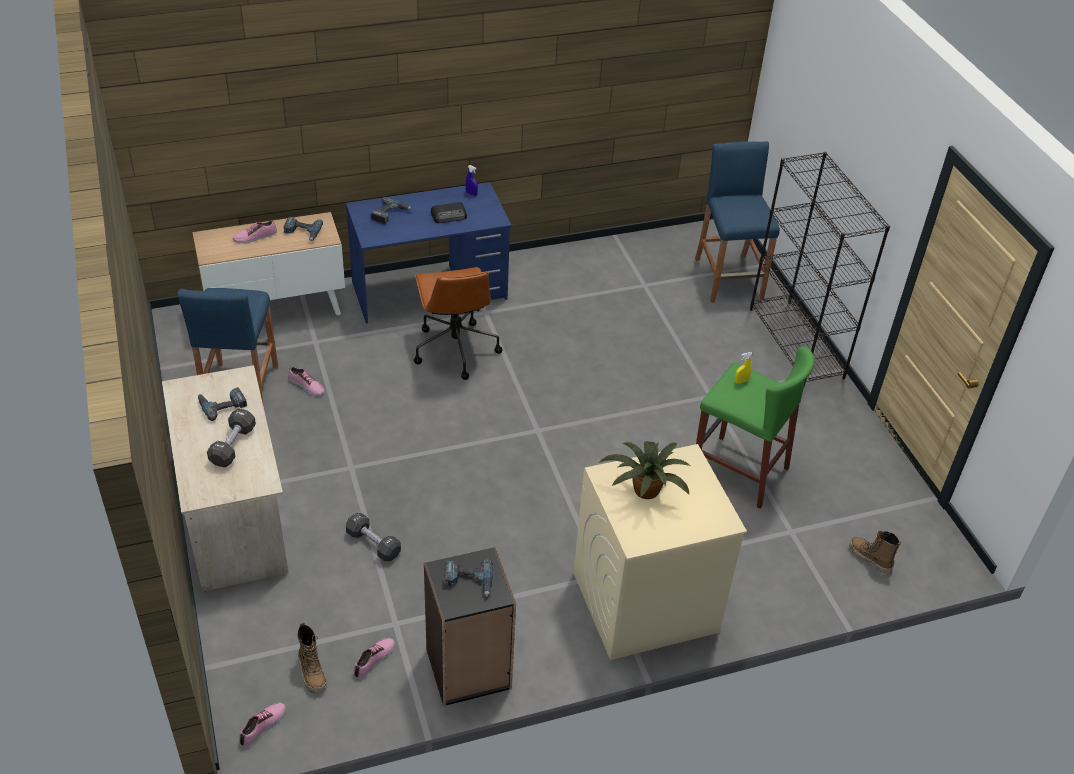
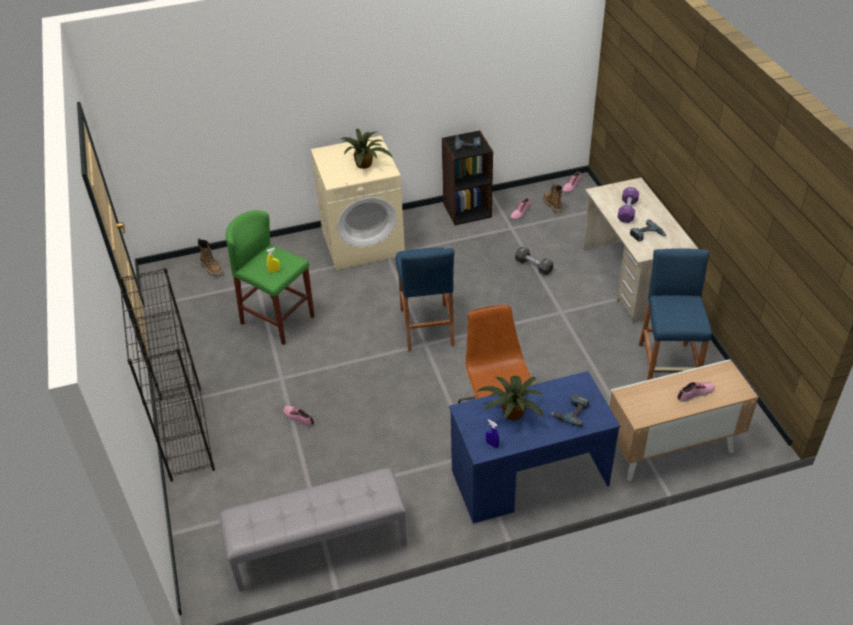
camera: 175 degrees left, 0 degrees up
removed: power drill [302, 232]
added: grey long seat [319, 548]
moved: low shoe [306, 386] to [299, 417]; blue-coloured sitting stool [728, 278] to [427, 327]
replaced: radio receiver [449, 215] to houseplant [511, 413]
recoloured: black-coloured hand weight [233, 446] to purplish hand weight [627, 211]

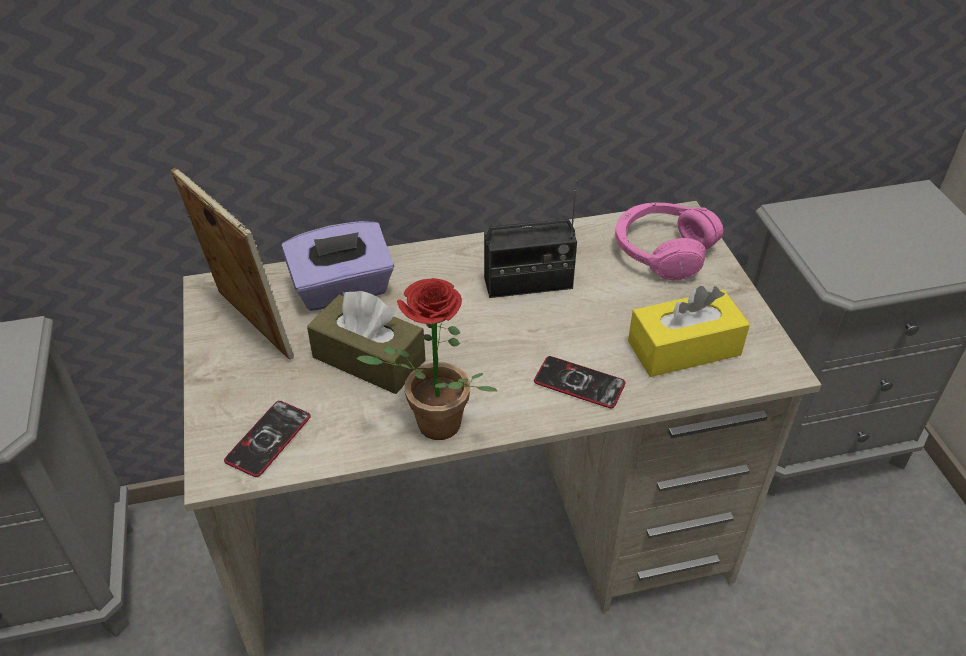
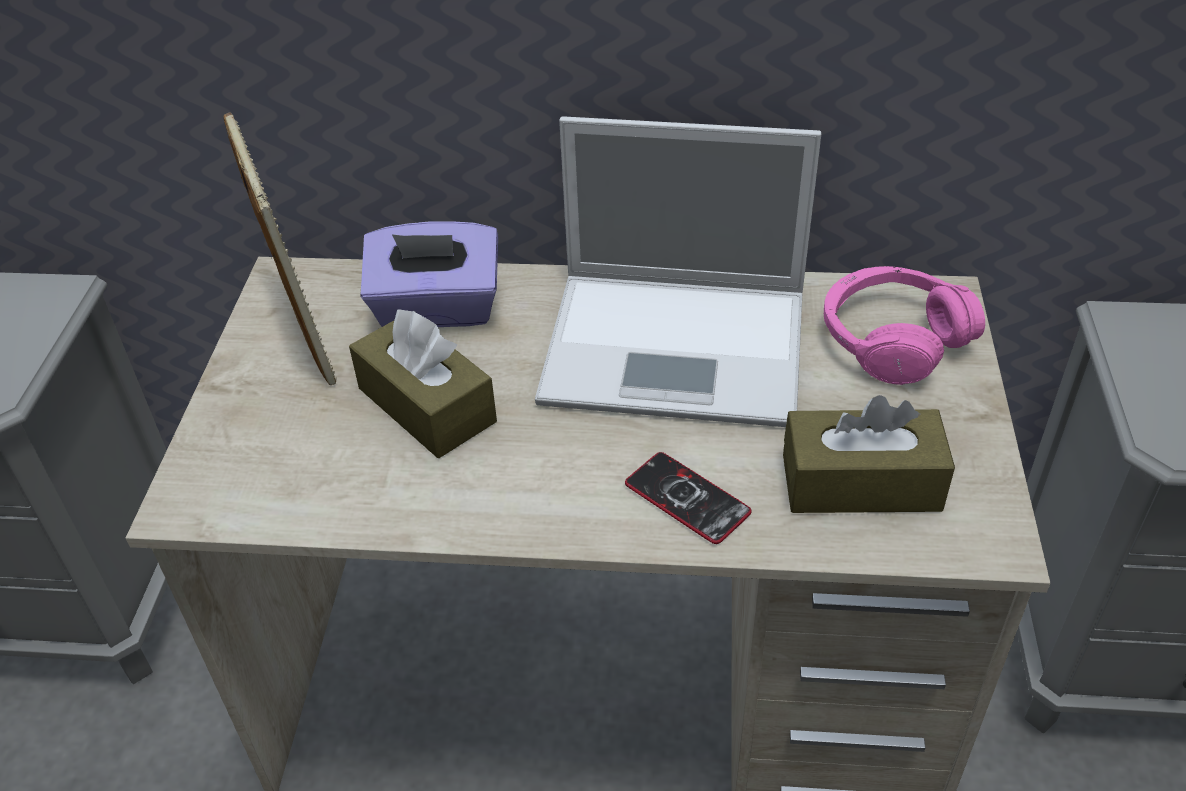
camera: 20 degrees right, 0 degrees up
removed: telephone [268, 439]; houseplant [431, 428]
replaced: radio receiver [528, 283] to portable computer [680, 348]
recoloured: yellow-coloured box of tissues [684, 348] to brown-coloured box of tissues [860, 483]

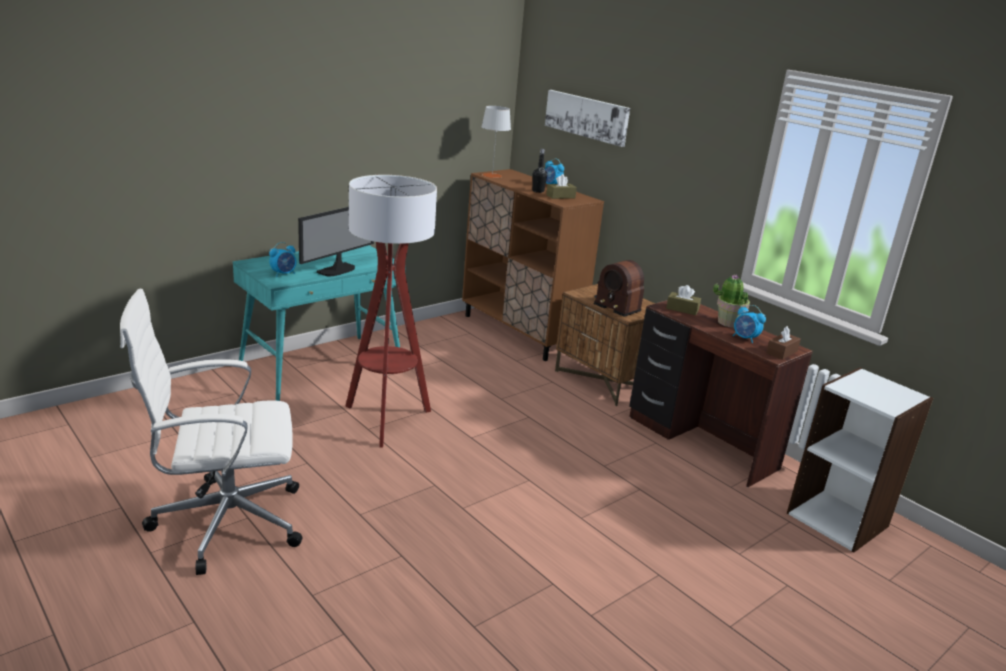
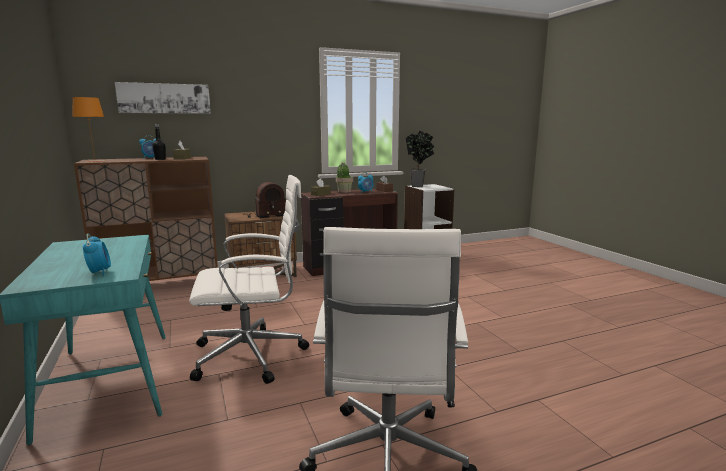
camera: 70 degrees left, 10 degrees down
removed: computer screen [337, 270]
added: houseplant [419, 186]
replaced: standing lamp [386, 420] to whitish computer chair [253, 355]
recoloured: grey tabletop lamp [492, 175] to orange tabletop lamp [95, 161]

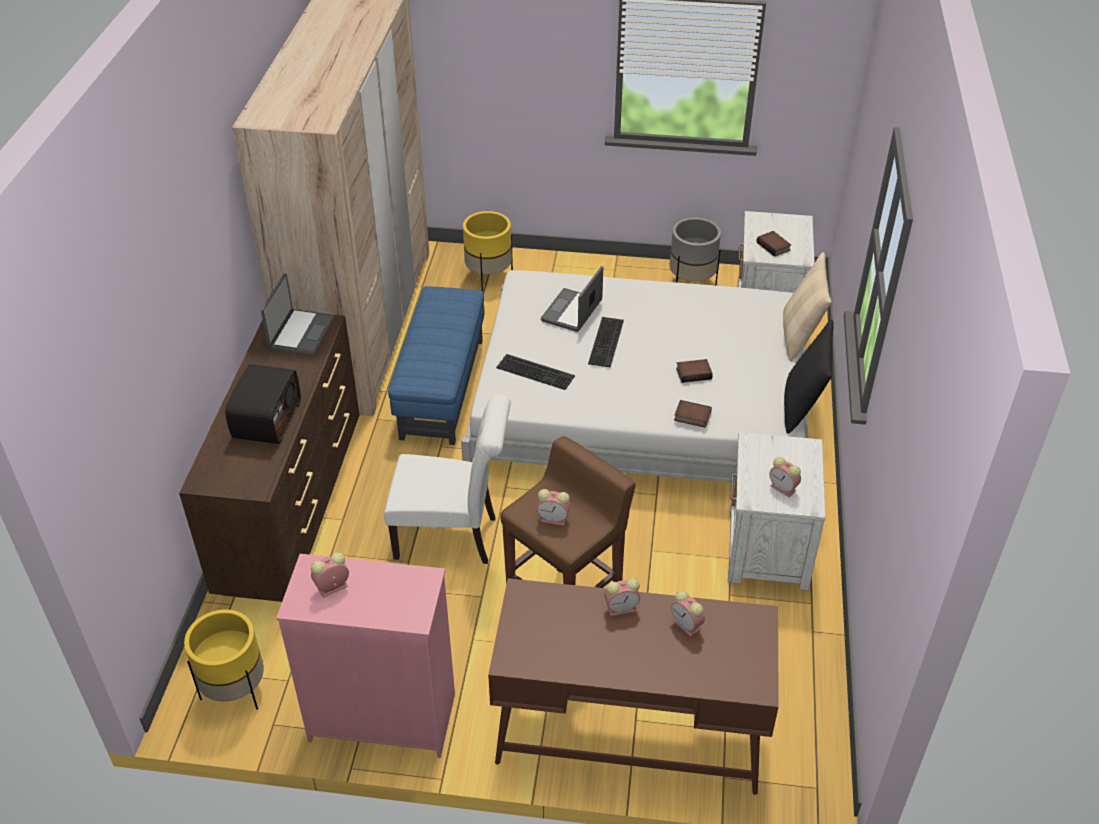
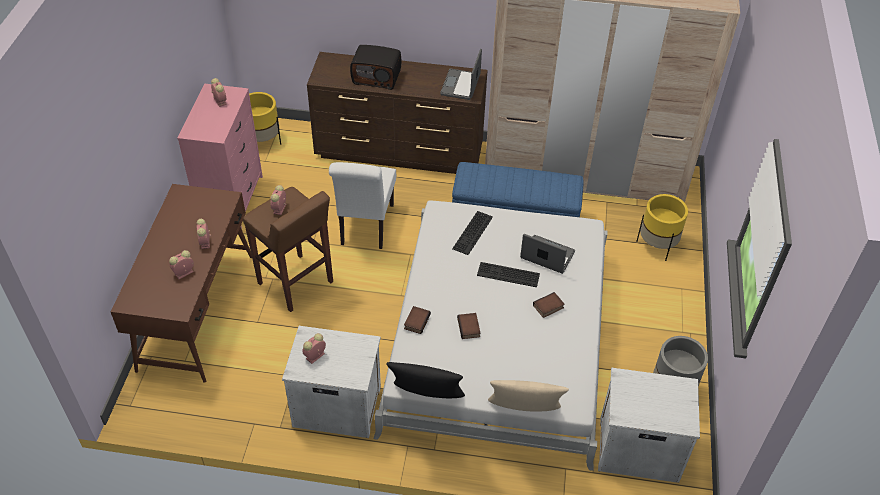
camera: 90 degrees right, 5 degrees up
moved: bound book [774, 246] to [548, 307]
turned: portable computer [300, 333] = [461, 85] 90 degrees clockwise

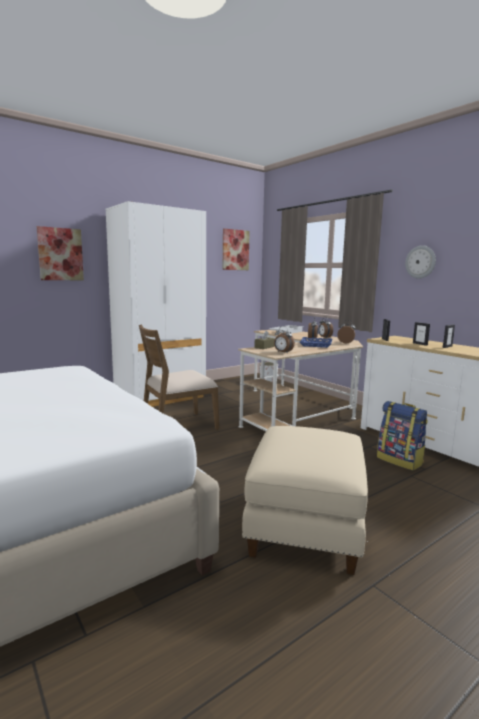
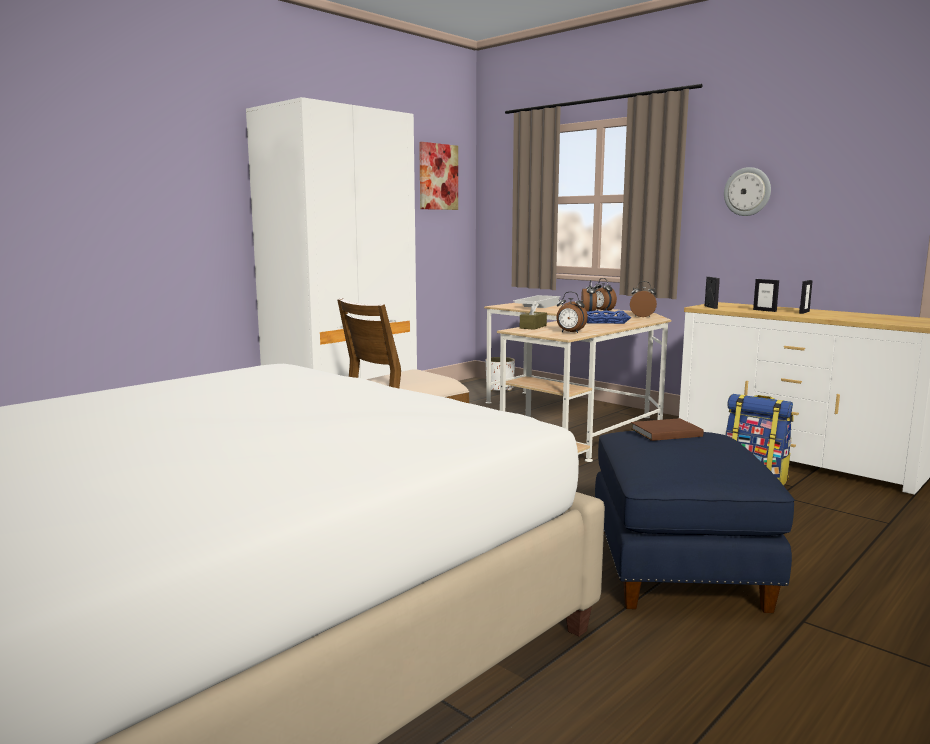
camera: 10 degrees left, 0 degrees up
removed: wall picture [60, 254]
added: brown-coloured bound book [664, 432]
recoloured: beige ottoman [306, 526] to blue-coloured ottoman [679, 567]

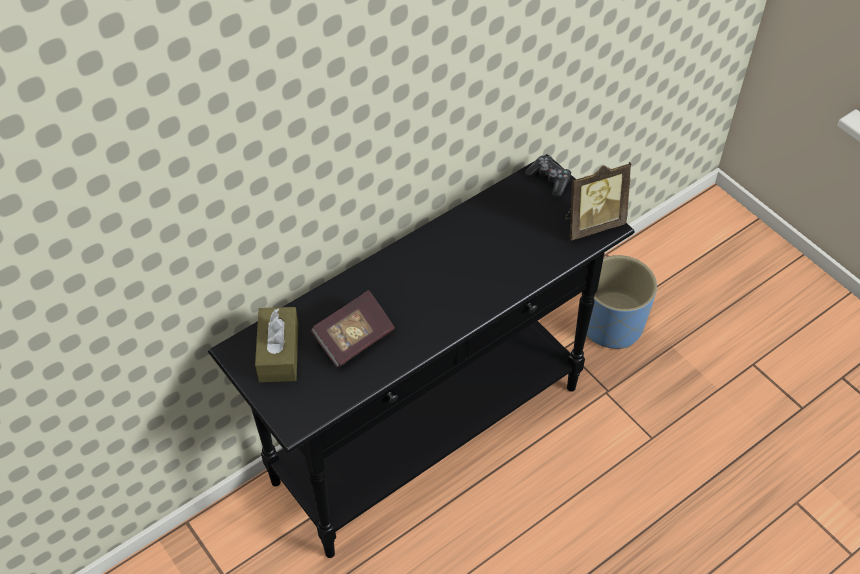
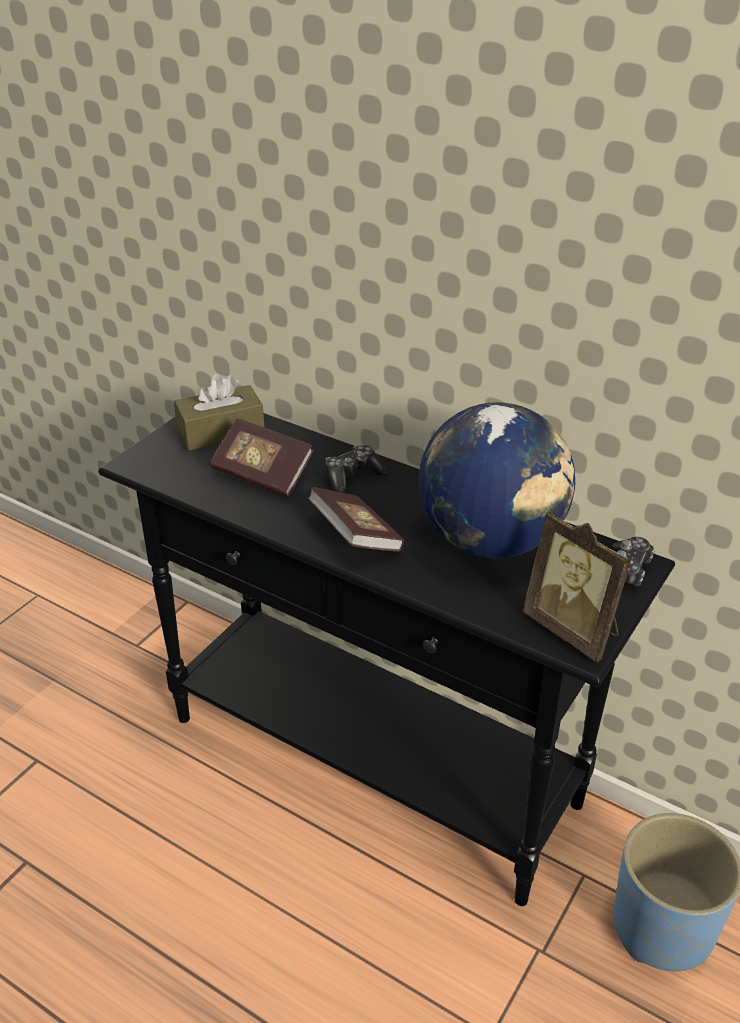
camera: 70 degrees right, 15 degrees down
added: bound book [355, 536]; game controller [352, 476]; desk globe [491, 540]

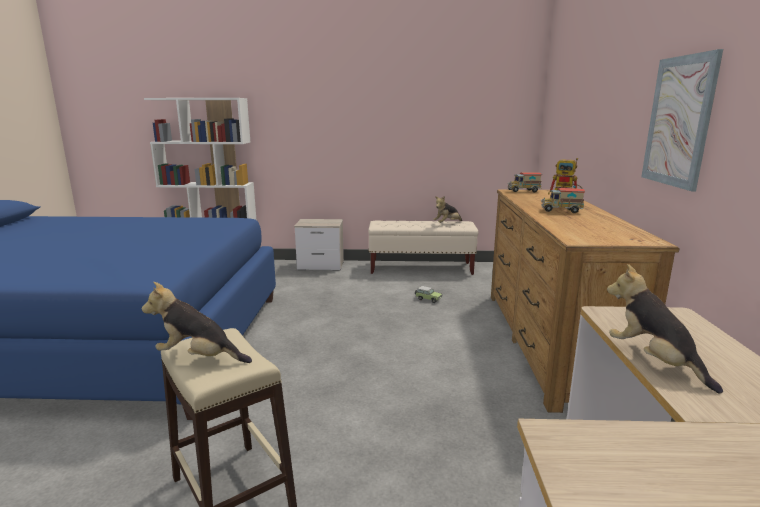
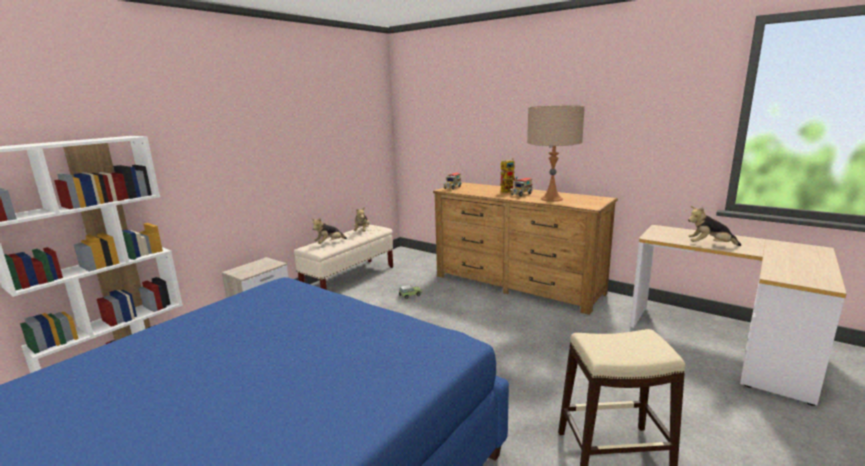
camera: 55 degrees left, 0 degrees up
removed: wall picture [678, 121]
added: beige tabletop lamp [551, 199]
moved: cuddly toy [199, 358] to [329, 243]

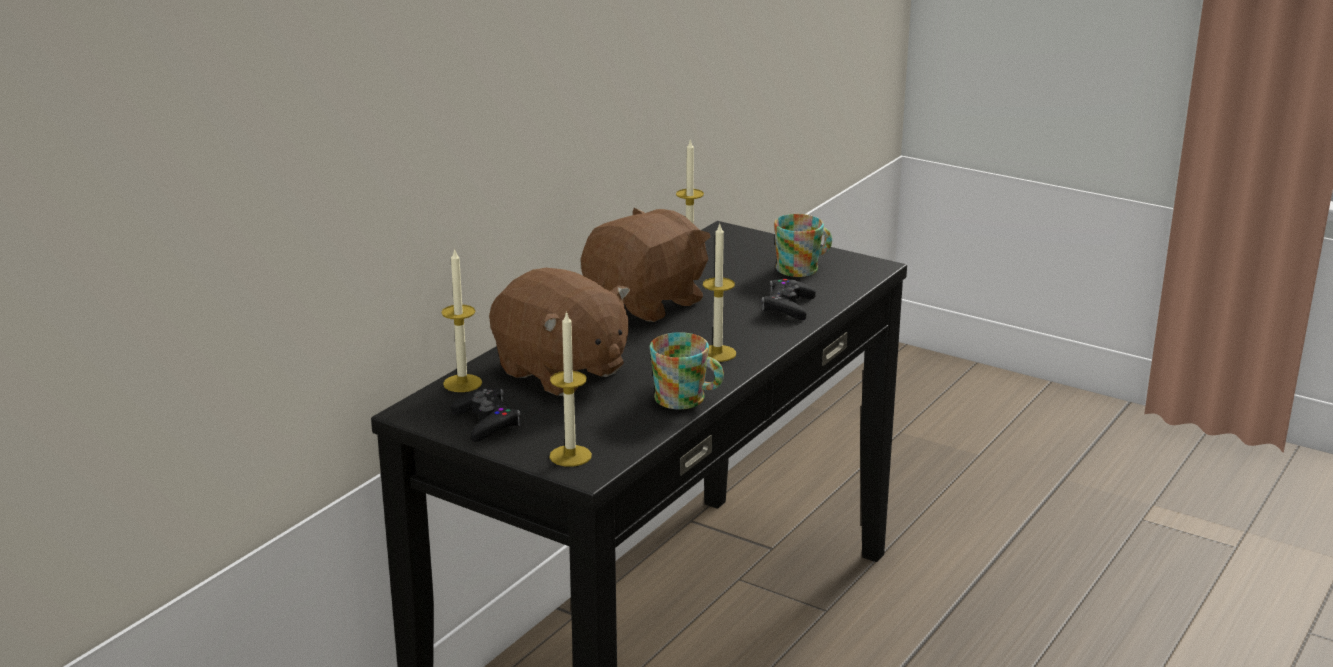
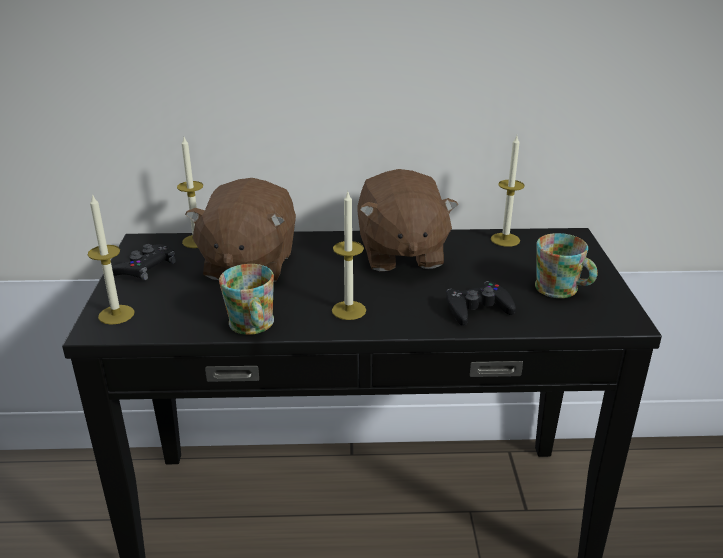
camera: 55 degrees right, 5 degrees up
turned: brown-coloured cuddly toy [647, 303] = [400, 254] 75 degrees clockwise

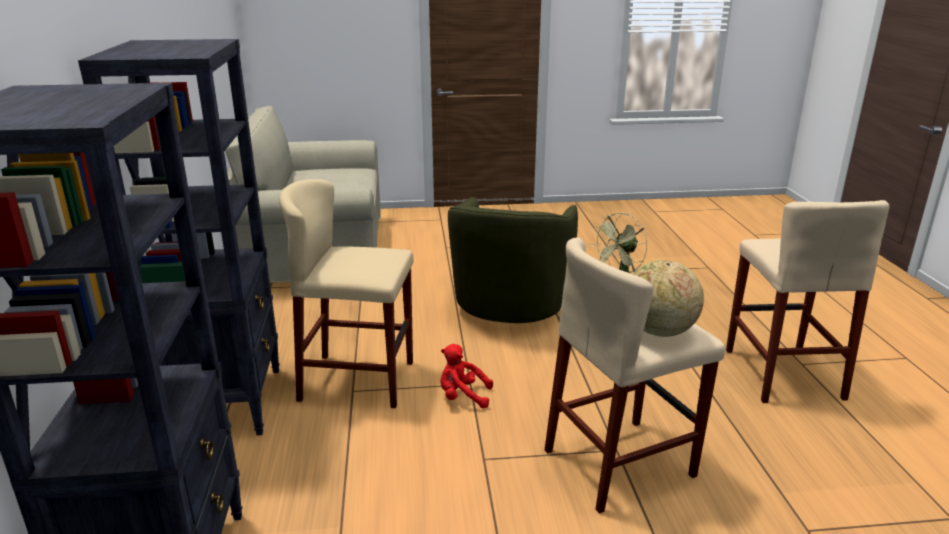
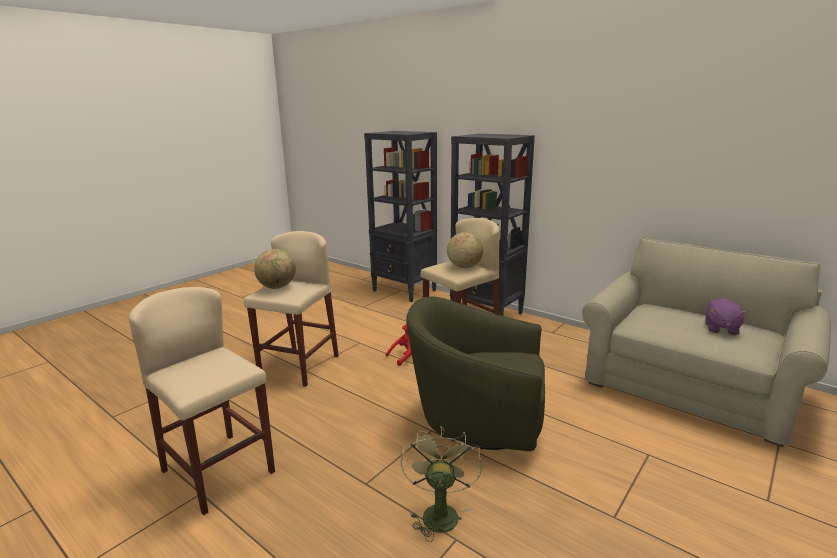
camera: 135 degrees right, 5 degrees down
added: desk globe [464, 267]; purplish cuddly toy [720, 328]
turned: green-coloured lounge chair [510, 306] = [477, 421] 45 degrees counterclockwise

